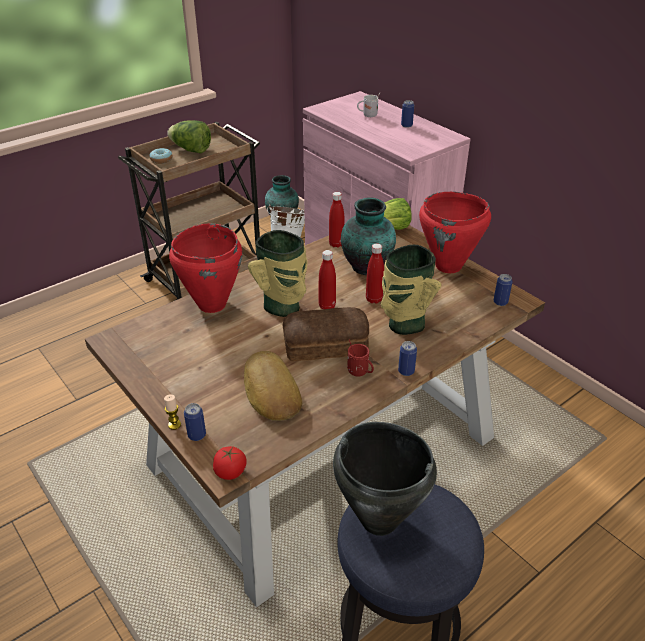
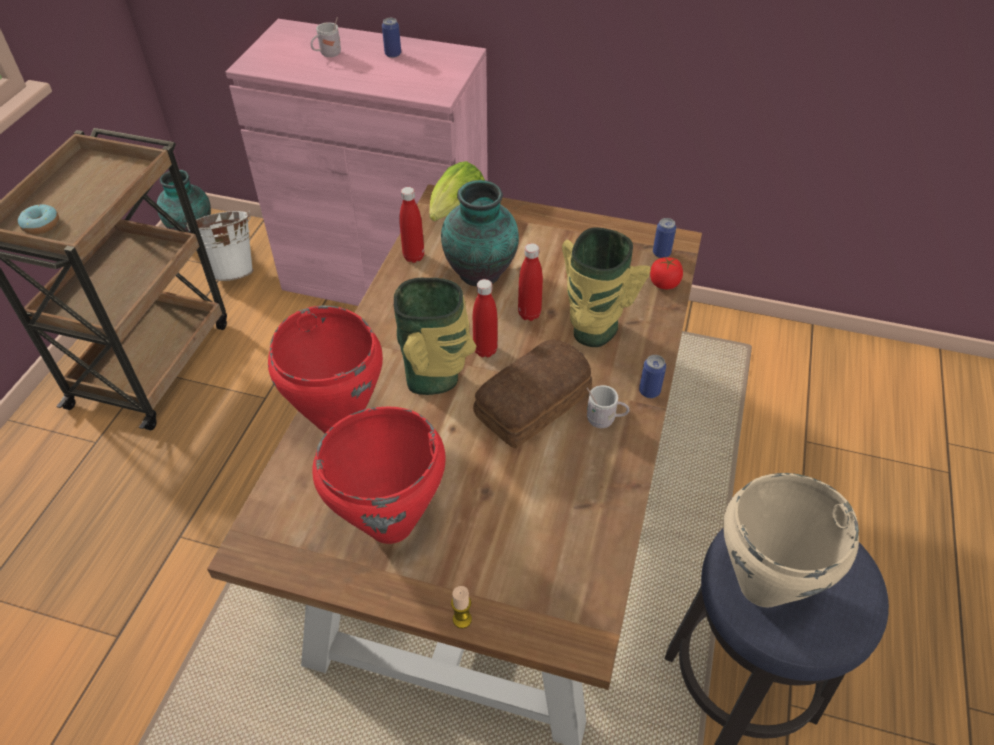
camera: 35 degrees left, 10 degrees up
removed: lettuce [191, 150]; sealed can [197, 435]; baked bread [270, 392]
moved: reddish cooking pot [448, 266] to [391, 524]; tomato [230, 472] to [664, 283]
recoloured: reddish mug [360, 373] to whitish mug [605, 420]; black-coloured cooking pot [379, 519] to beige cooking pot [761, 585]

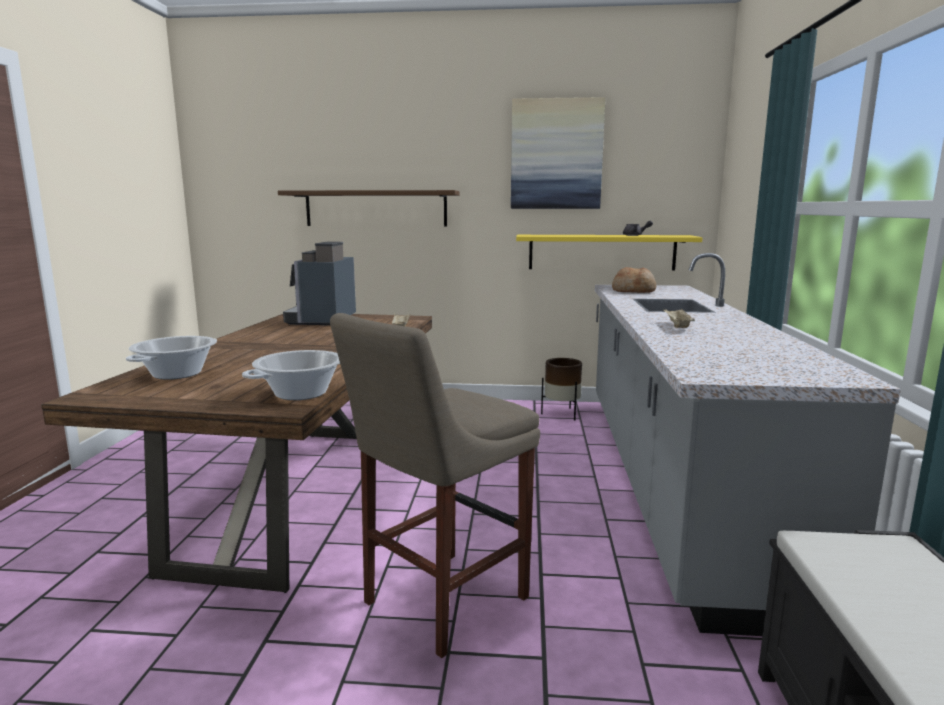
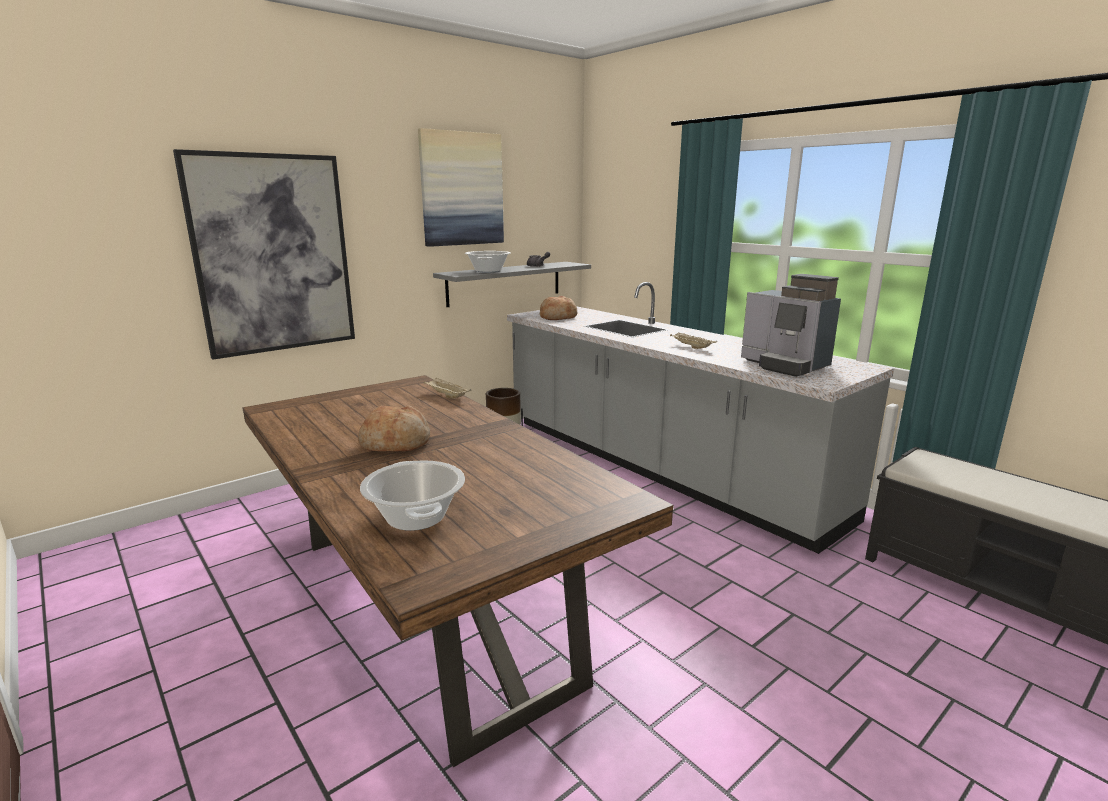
camera: 45 degrees left, 5 degrees up
removed: beige sitting stool [439, 603]
added: baked bread [396, 443]
moved: cooking pot [301, 393] to [488, 271]; coffee brewer [323, 320] to [785, 365]
replaced: brown-coloured bracket shelf [376, 208] to wall picture [273, 254]
recoloured: yellow-coloured bracket shelf [602, 252] to grey bracket shelf [505, 283]

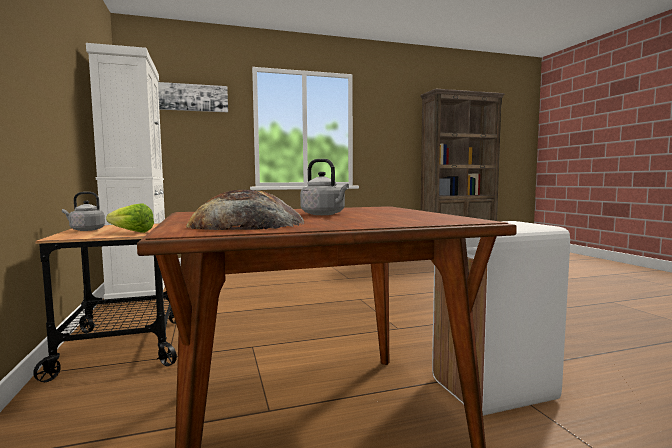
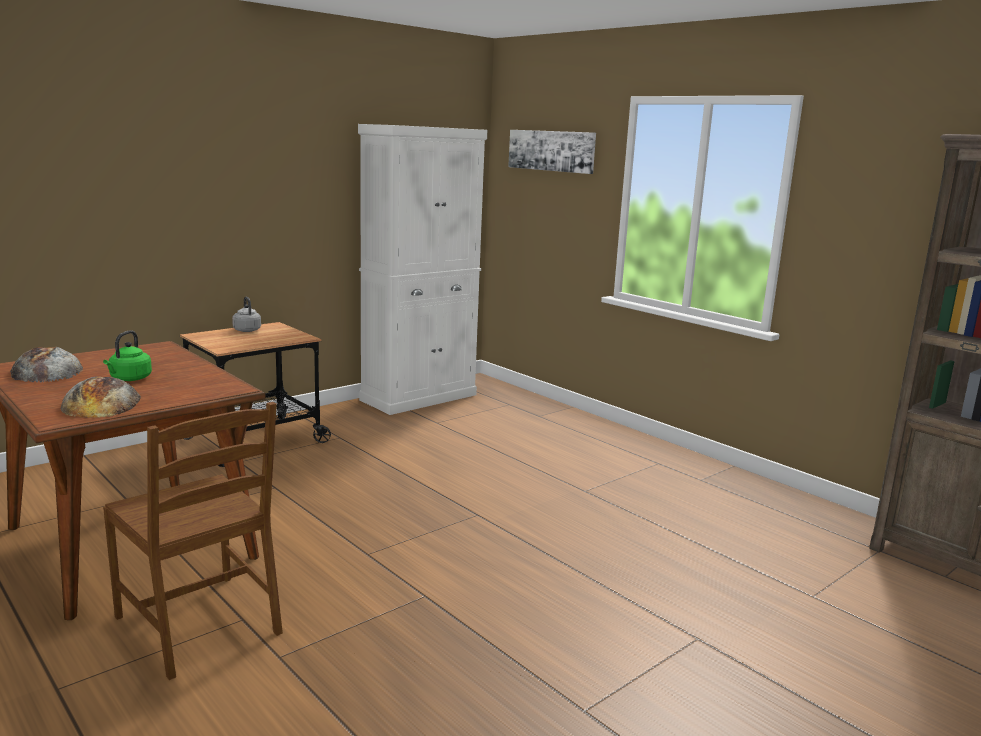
camera: 65 degrees right, 10 degrees up
removed: lettuce [129, 232]
added: baked bread [101, 403]
replaced: whitish trash can [493, 389] to brown-coloured plain chair [201, 624]
recoloured: grey kettle [324, 214] to green-coloured kettle [129, 379]

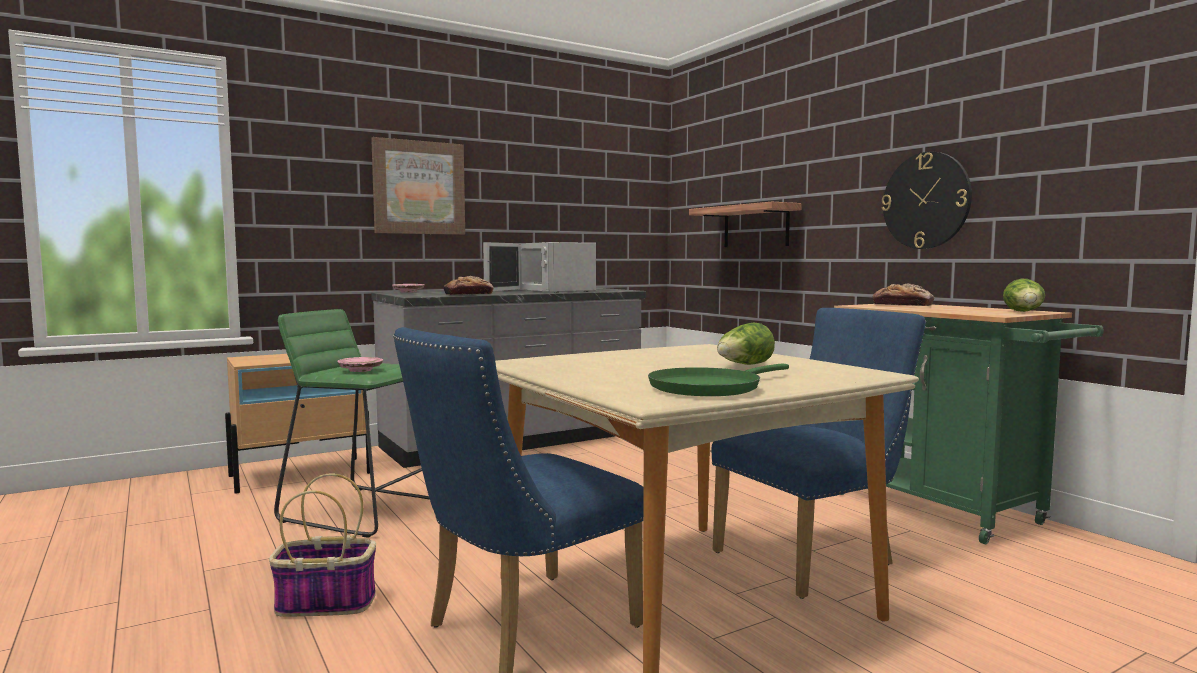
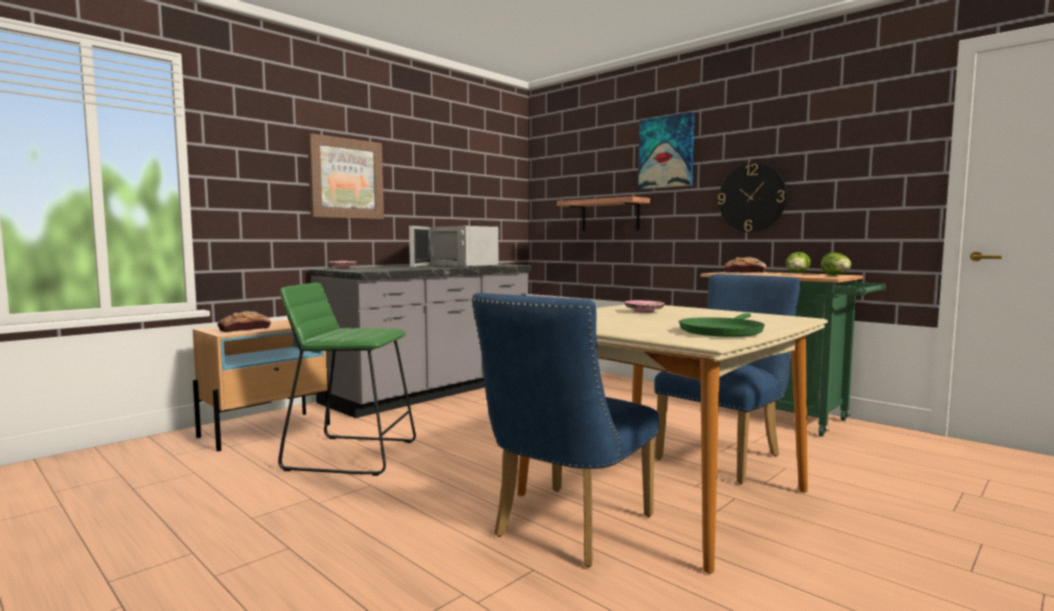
camera: 15 degrees left, 0 degrees up
removed: storage basket [323, 604]
added: wall picture [666, 152]
moved: baked bread [468, 294] to [244, 329]; pink flat dish [360, 370] to [644, 311]; lettuce [744, 366] to [797, 273]

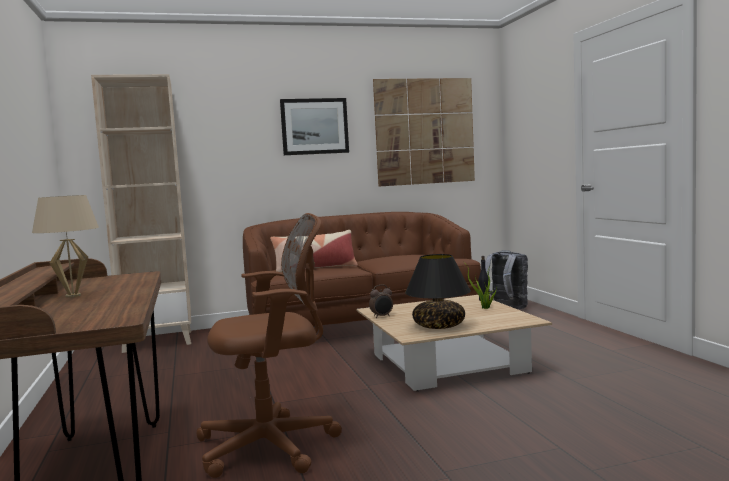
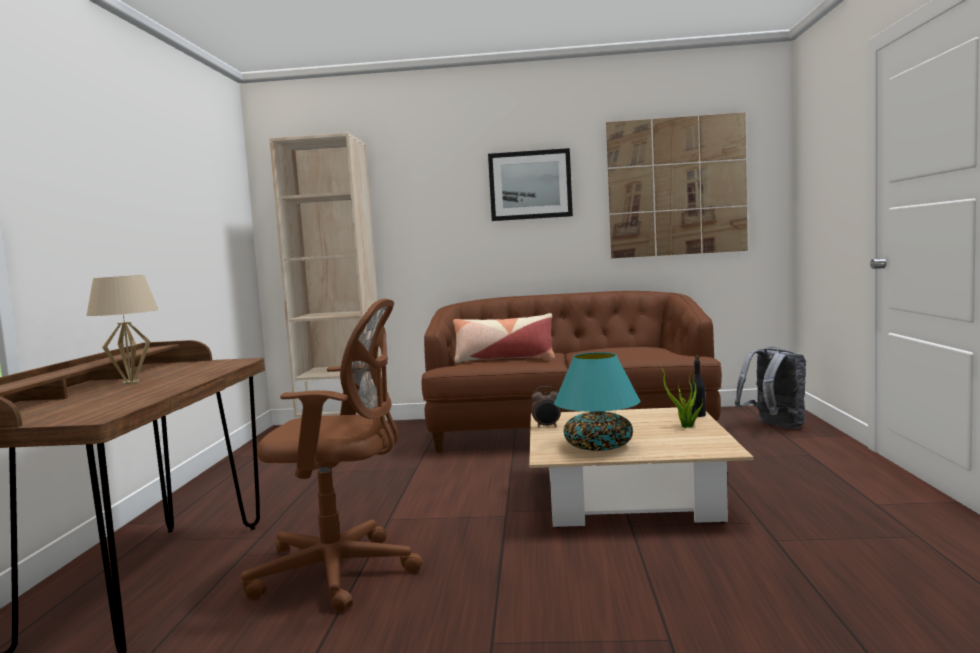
camera: 20 degrees right, 0 degrees up
recoloured: black-coloured tabletop lamp [439, 326] to turquoise-coloured tabletop lamp [599, 447]

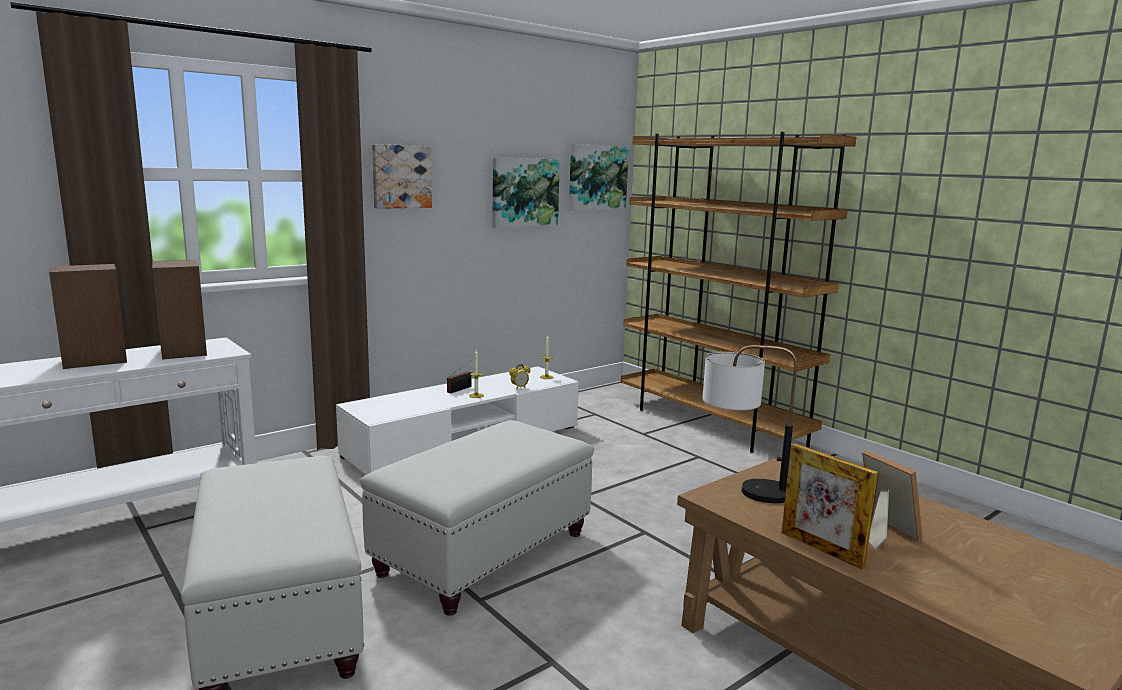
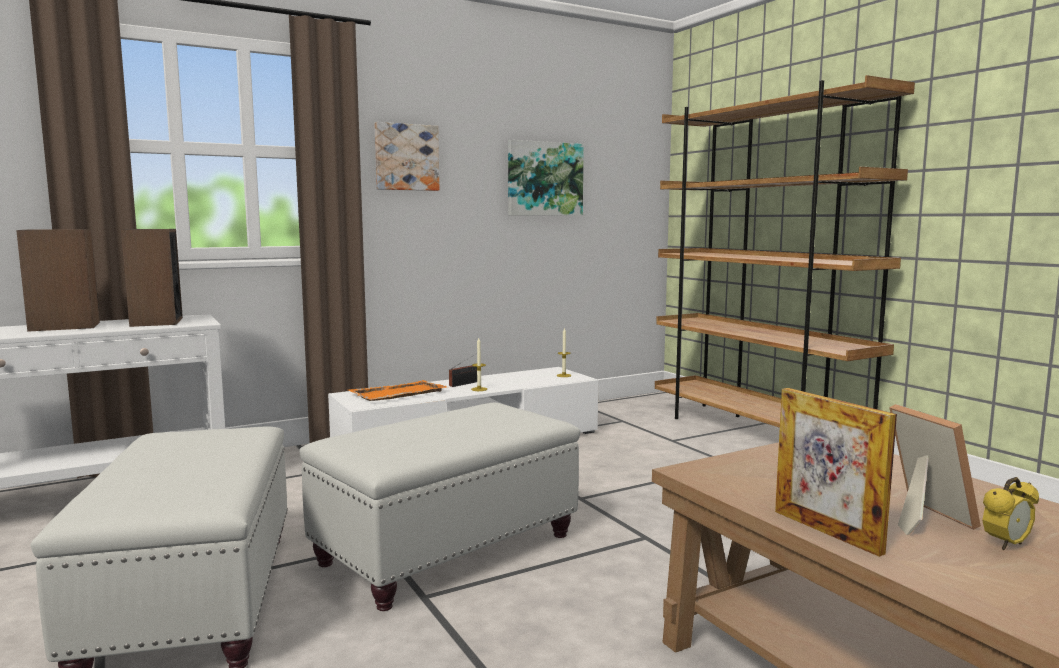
camera: 10 degrees right, 5 degrees down
removed: wall picture [597, 177]; tabletop lamp [741, 490]
added: orange tray [397, 393]
moved: bedside clock [519, 388] to [1006, 545]

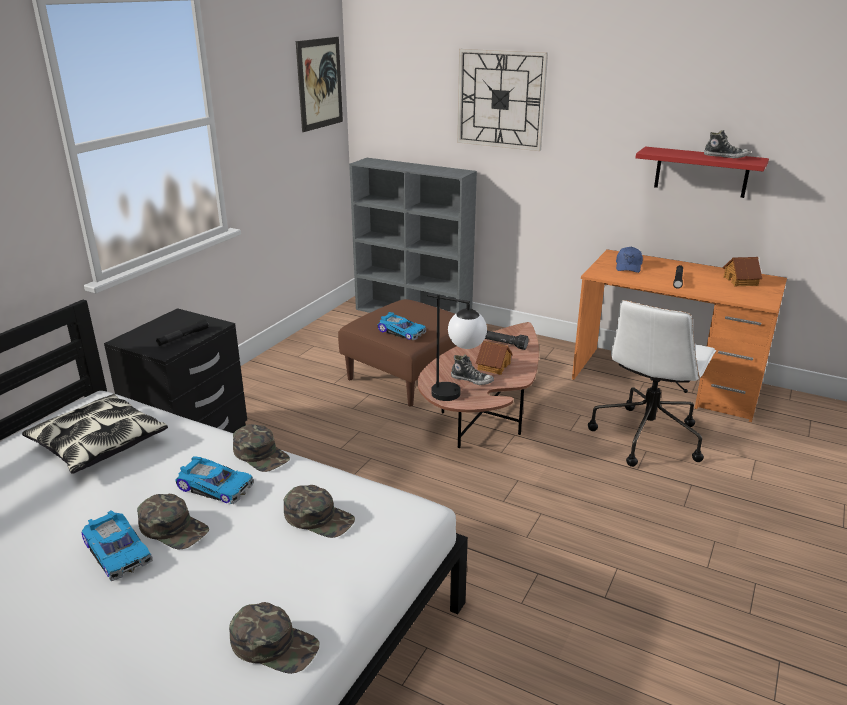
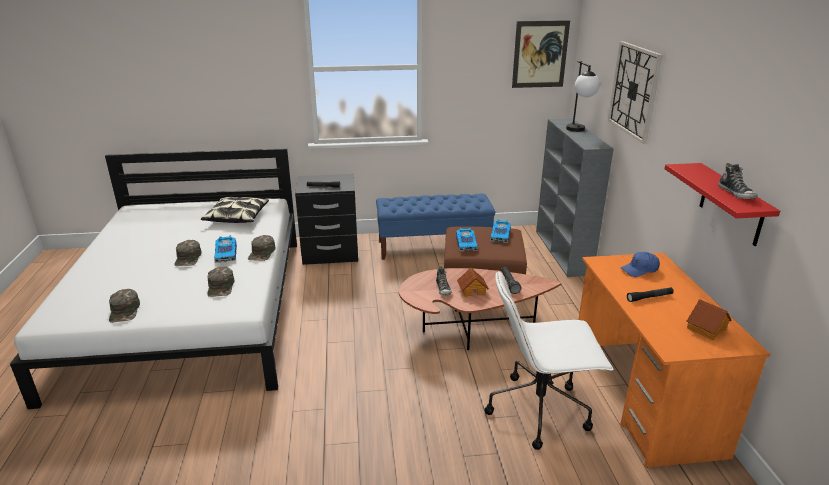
camera: 55 degrees right, 0 degrees up
added: blue-coloured long seat [434, 247]
moved: toy car [119, 551] to [501, 235]; tabletop lamp [457, 396] to [578, 131]

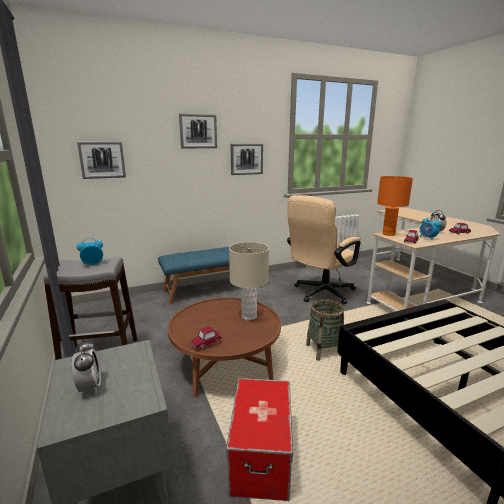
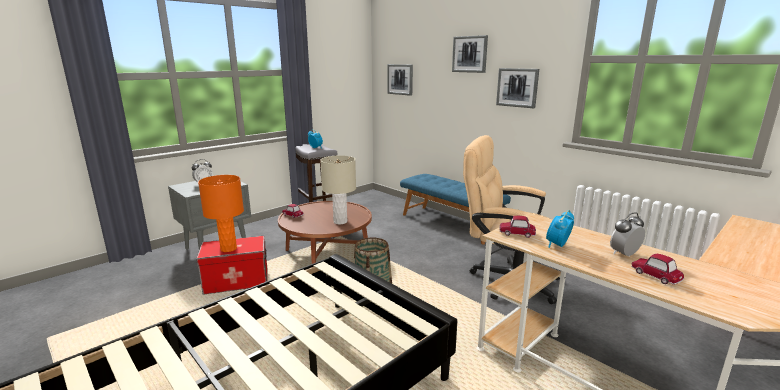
camera: 70 degrees right, 0 degrees up
moved: orange tabletop lamp [388, 234] to [228, 248]

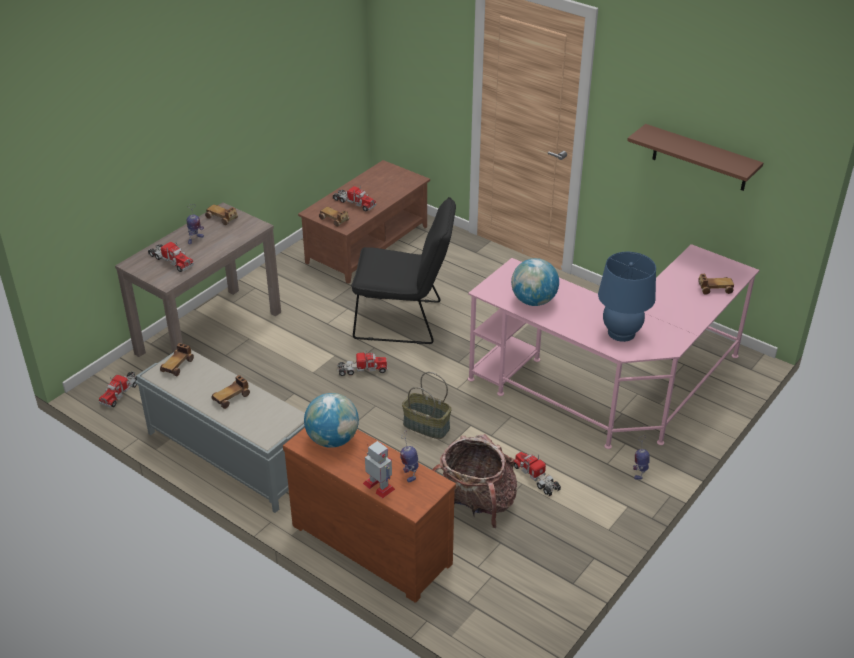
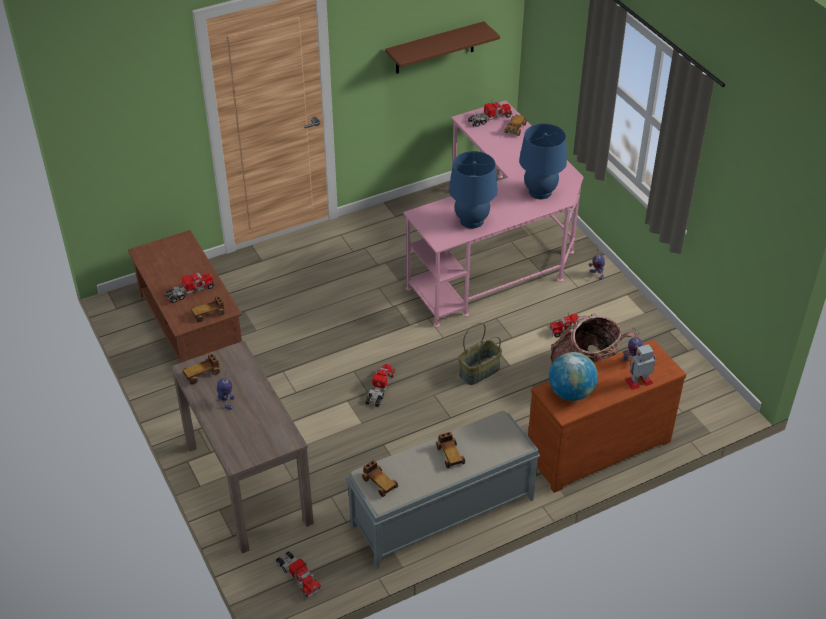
camera: 65 degrees left, 5 degrees up
removed: black-coloured plain chair [405, 321]
moved: toy lorry [171, 261] to [490, 119]
replaced: desk globe [533, 301] to blue-coloured tabletop lamp [471, 221]

